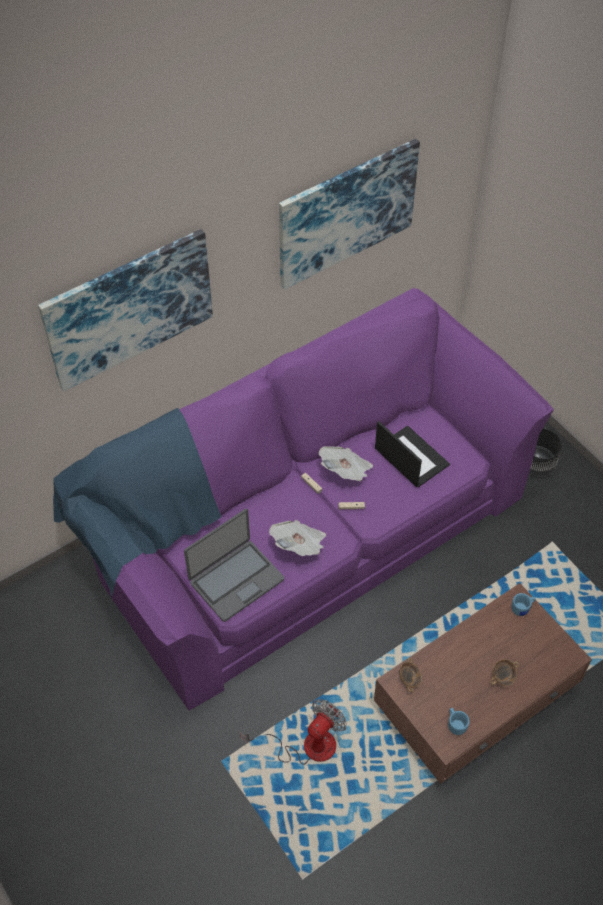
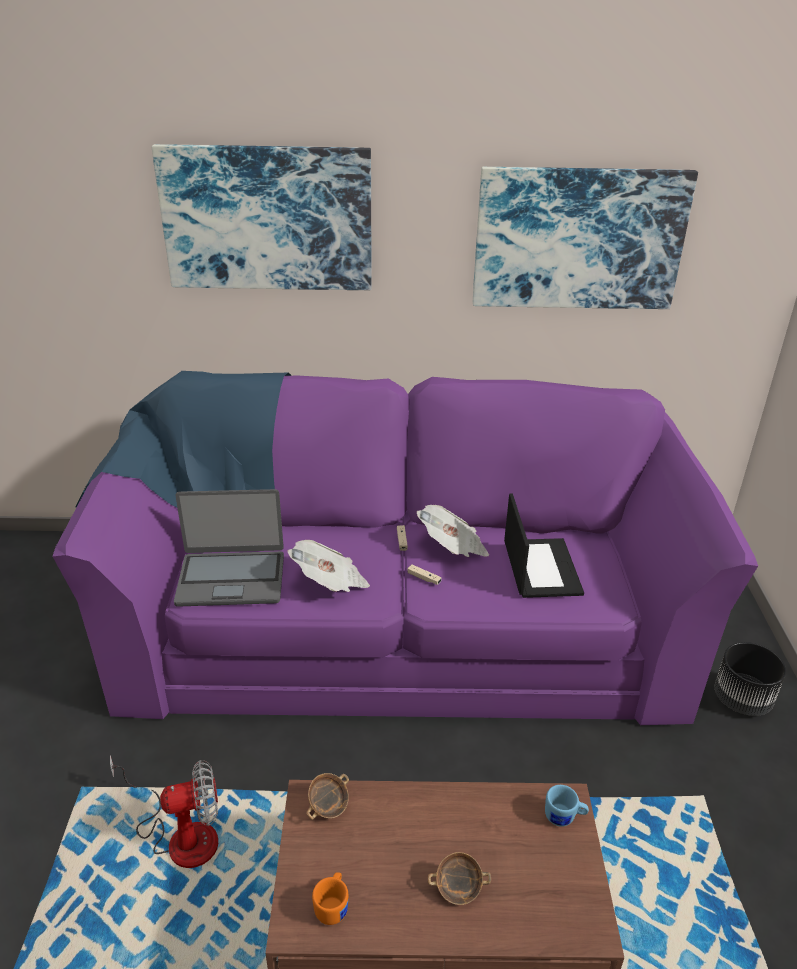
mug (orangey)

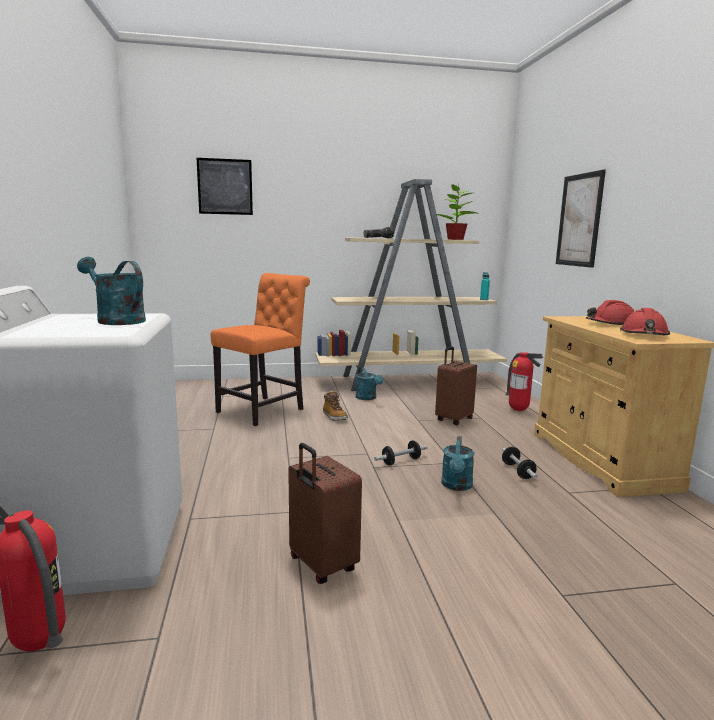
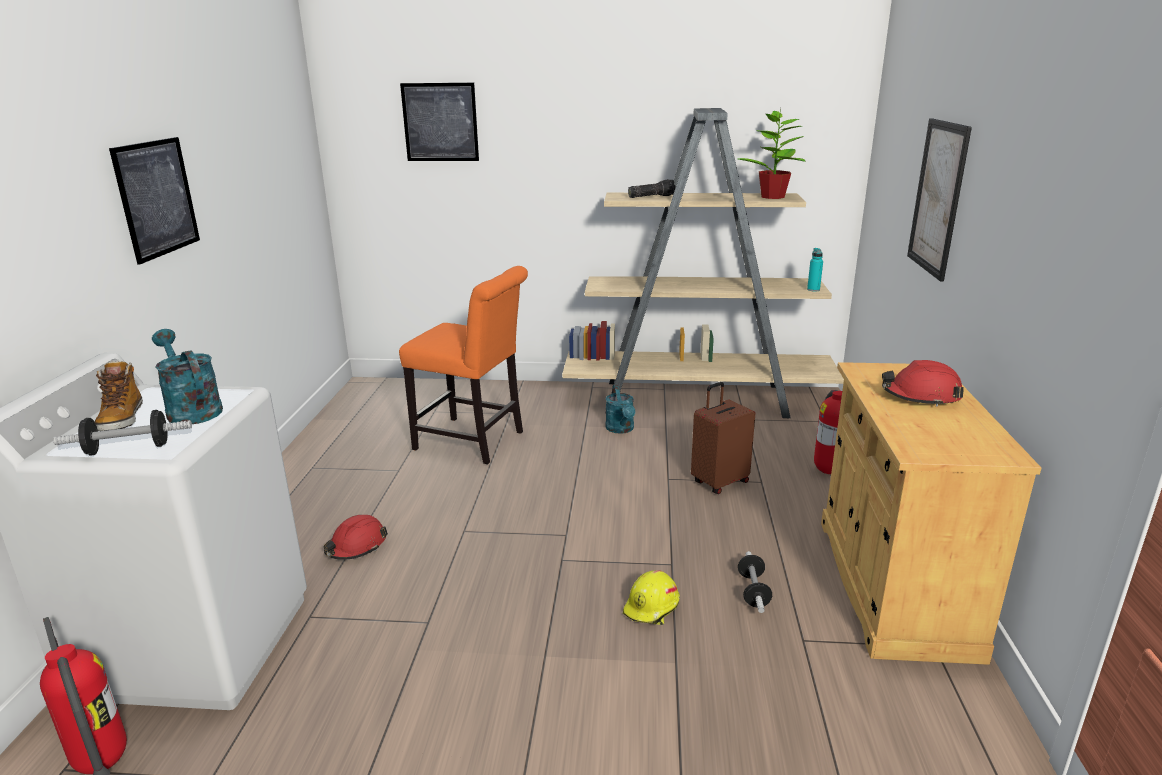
plain chair (orangey)
travel case (brown-coloured) (no. 1 from left in the first image)
tall boot
free weight (no. 1 from left)
safety helmet (yellow-coloured)
safety helmet (reddish) (no. 1 from left)
wall art (no. 1 from left)

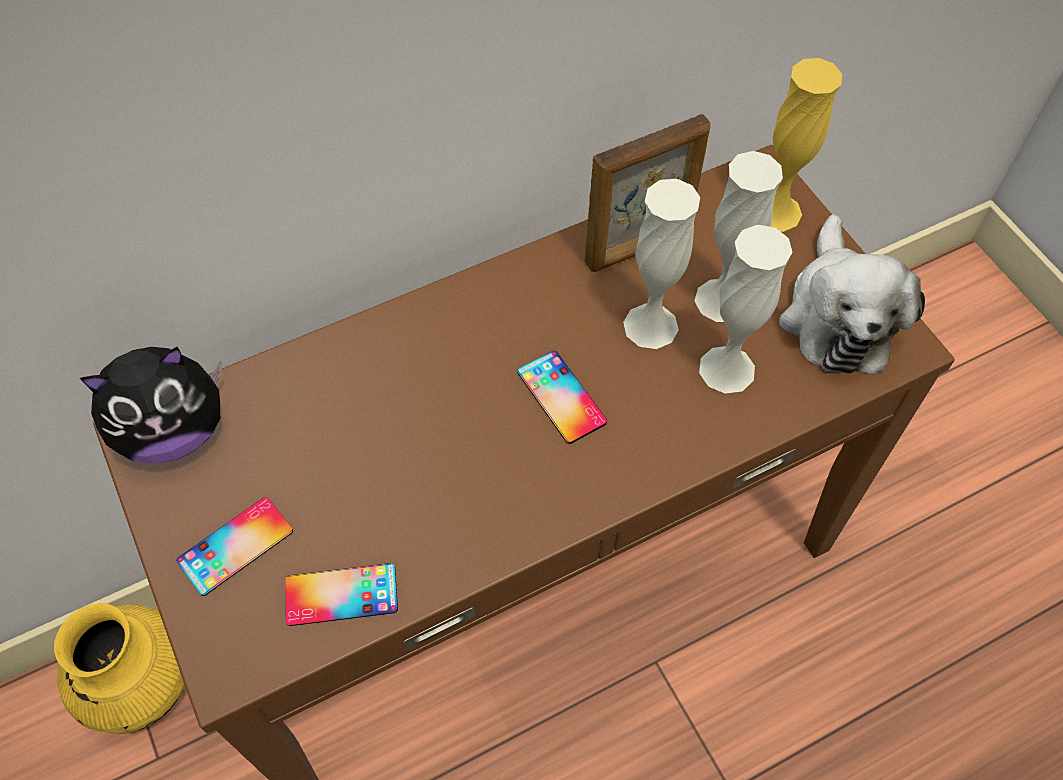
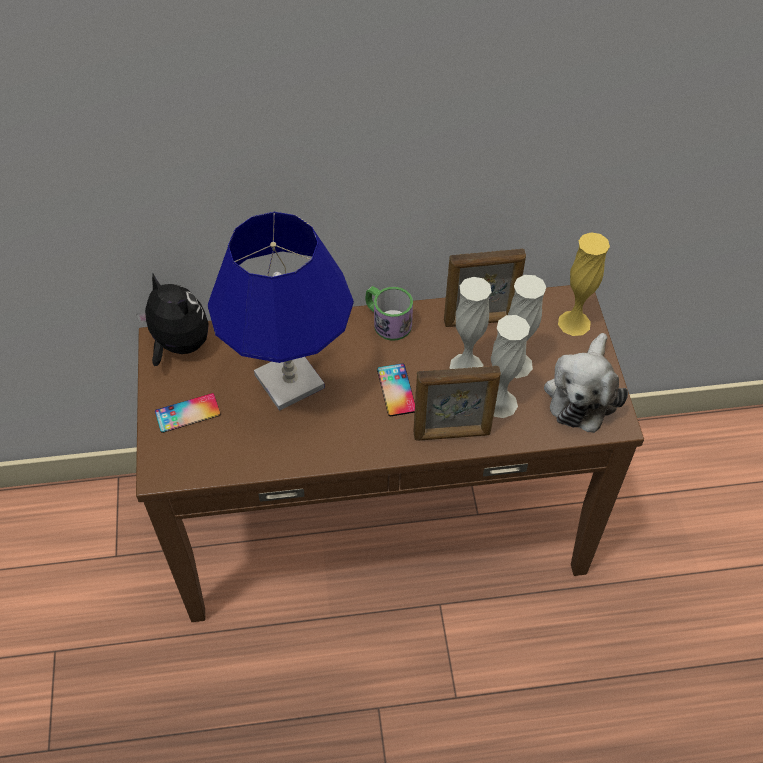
decorative vase (yellow-coloured) (no. 1 from left in the first image)
plush toy (no. 1 from left)
phone (no. 2 from left in the first image)
table lamp (bluish)
mug
photo frame (no. 1 from left)

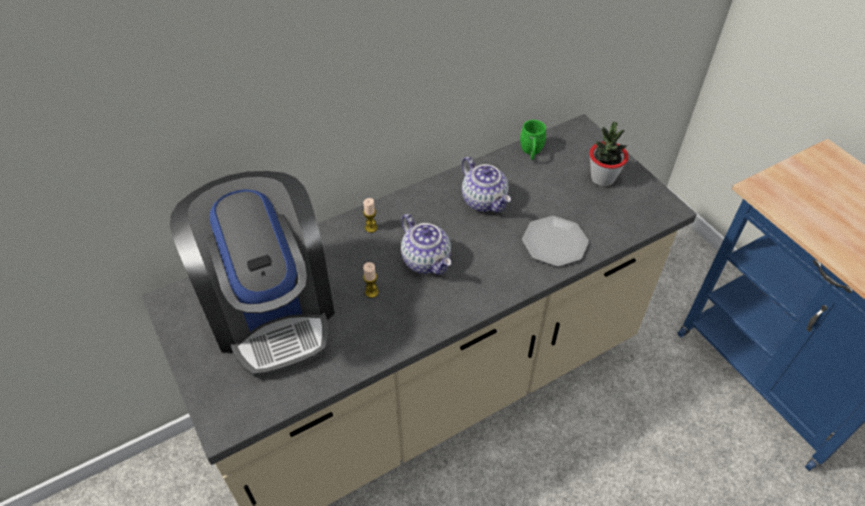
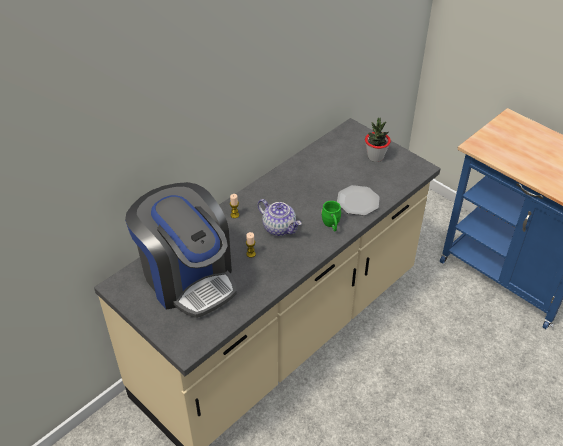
pot for tea (no. 2 from left in the first image)
mug (greenish)

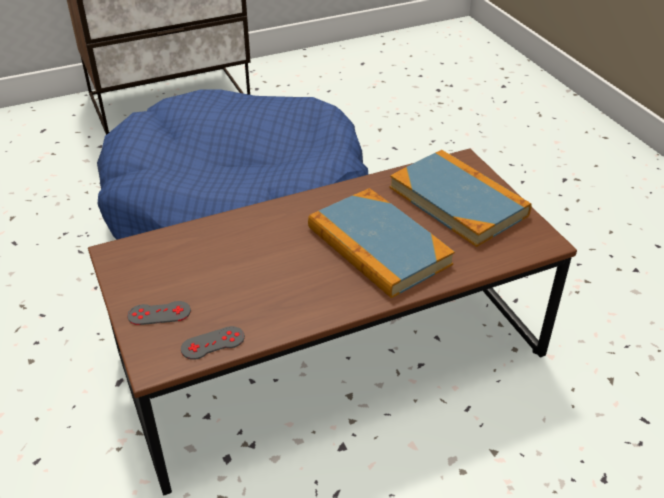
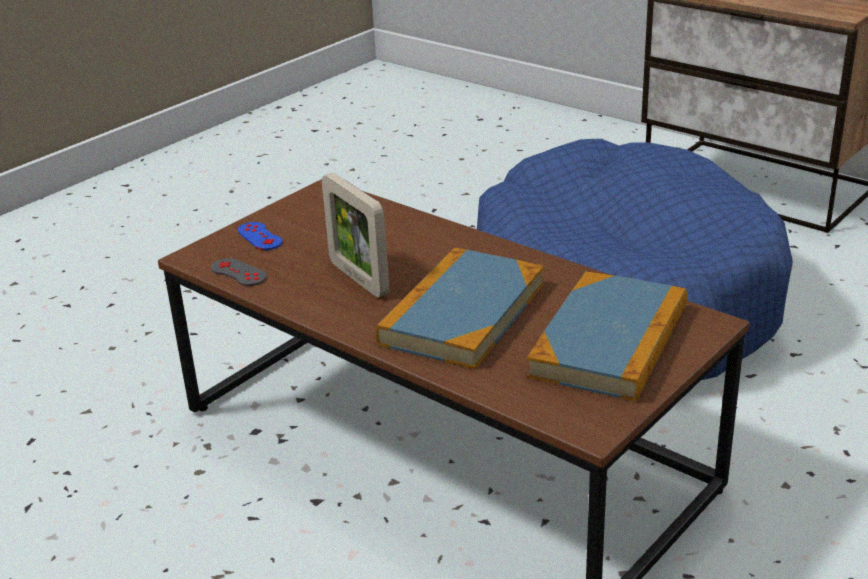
game controller (bluish)
photo frame

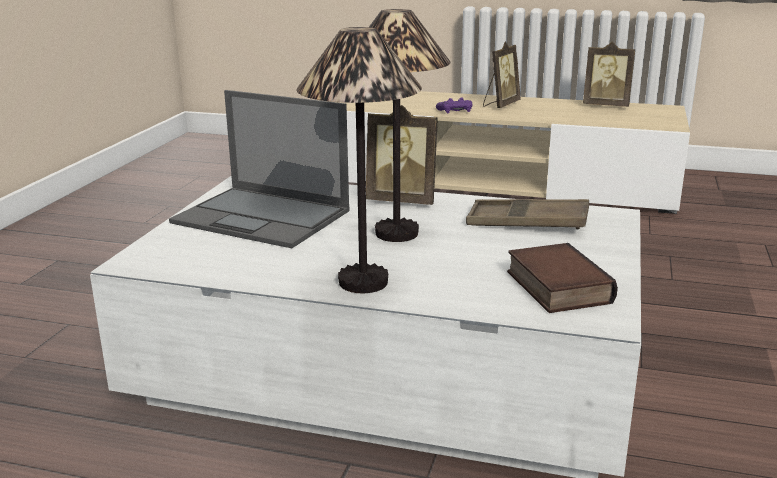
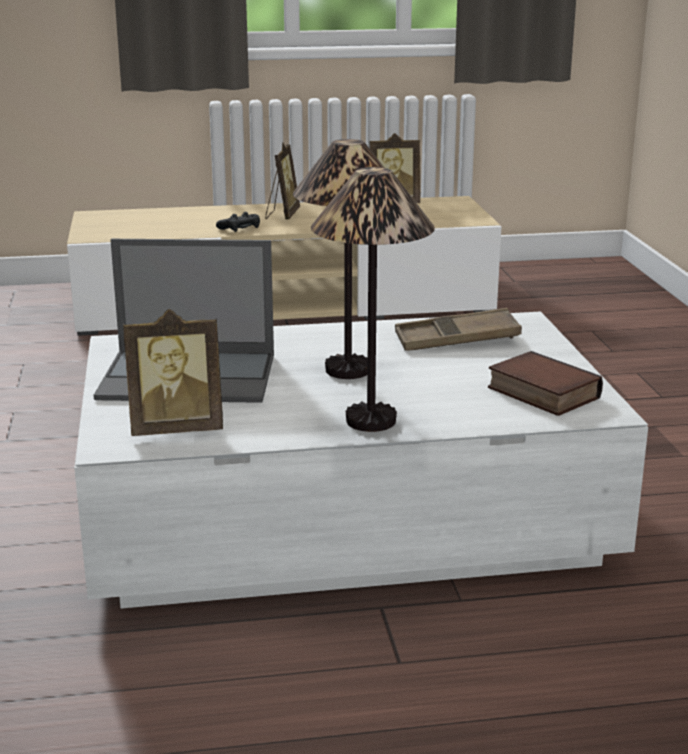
photo frame (no. 1 from left)
game controller (blackish)

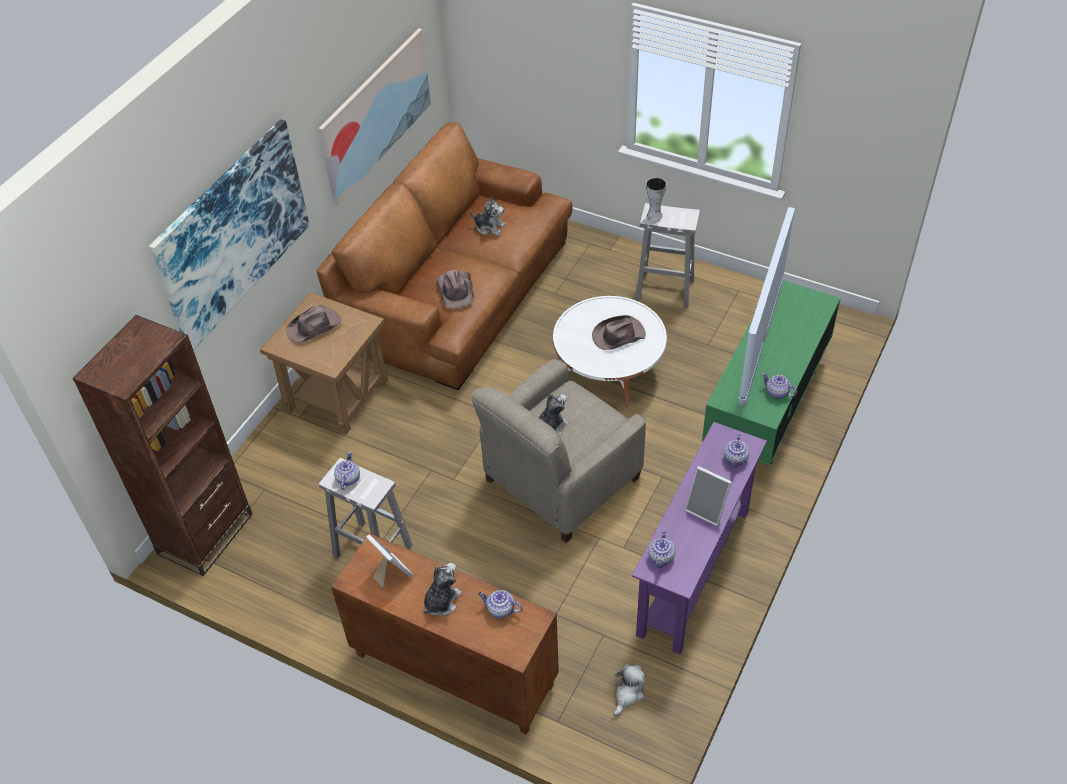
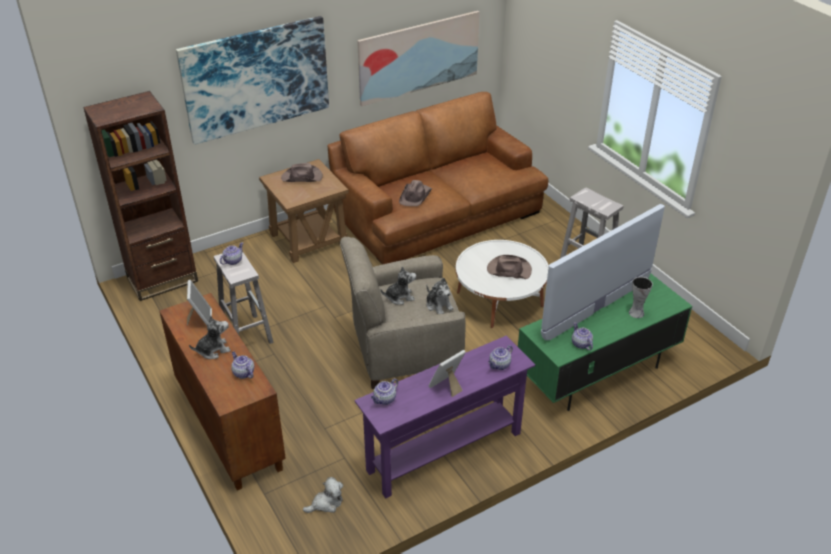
plush toy (no. 4 from left)
decorative vase
photo frame (no. 2 from left)

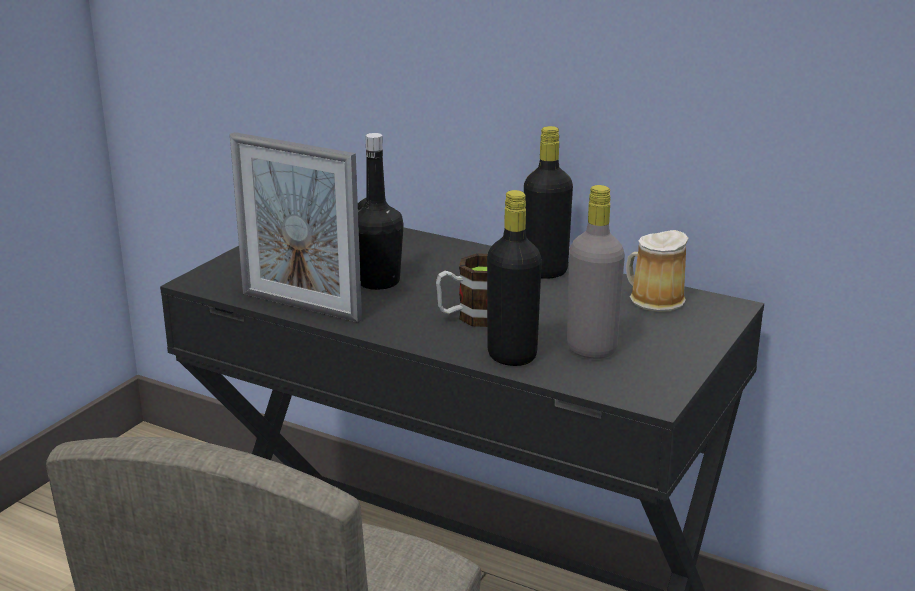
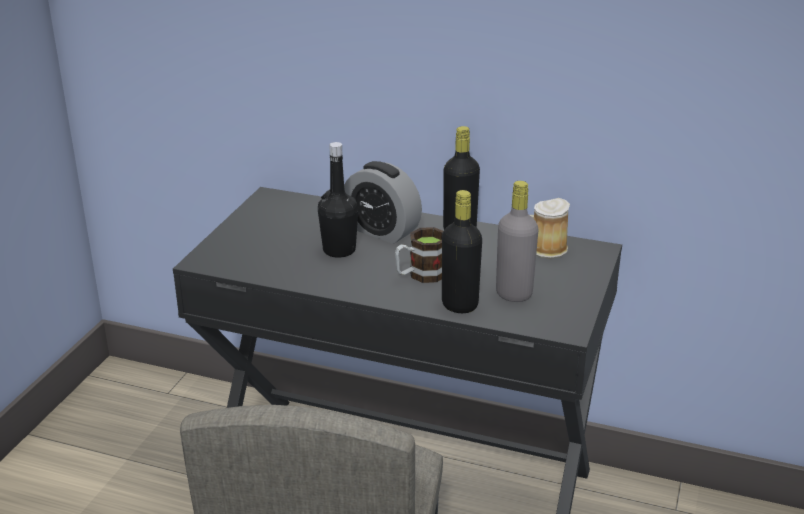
photo frame
alarm clock

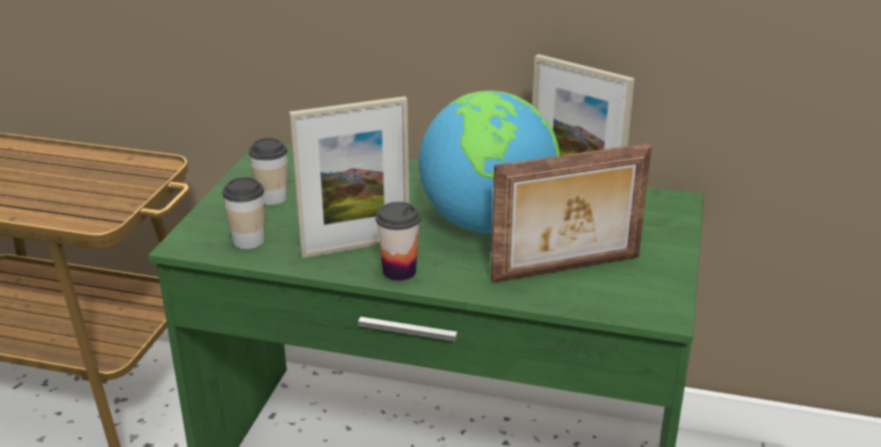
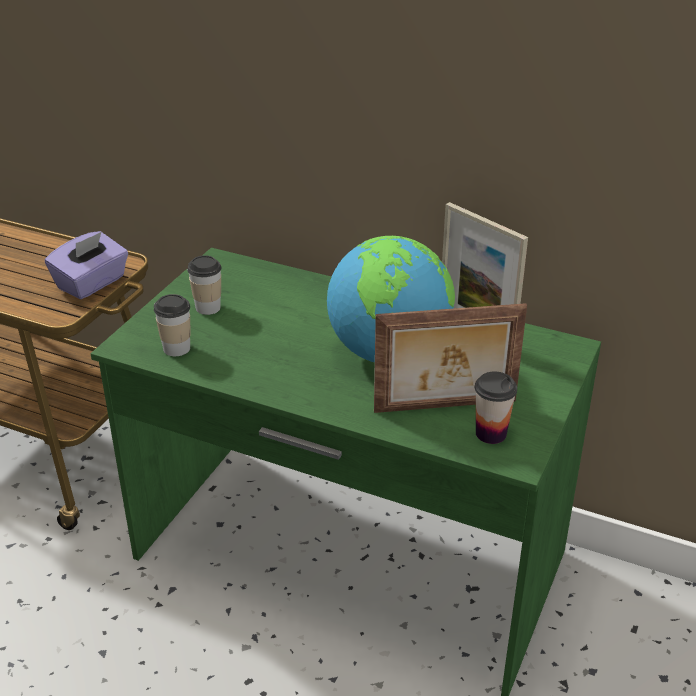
photo frame (no. 1 from left in the first image)
cup (no. 3 from left)
tissue holder (purple)

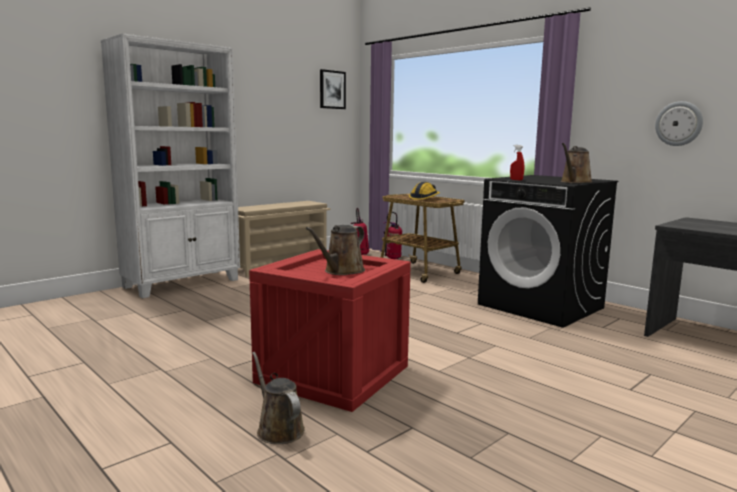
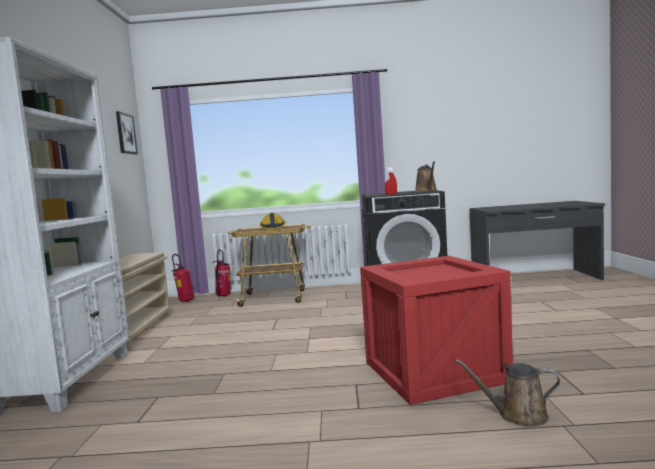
watering pot (brown-coloured) (no. 2 from left in the first image)
hanging clock

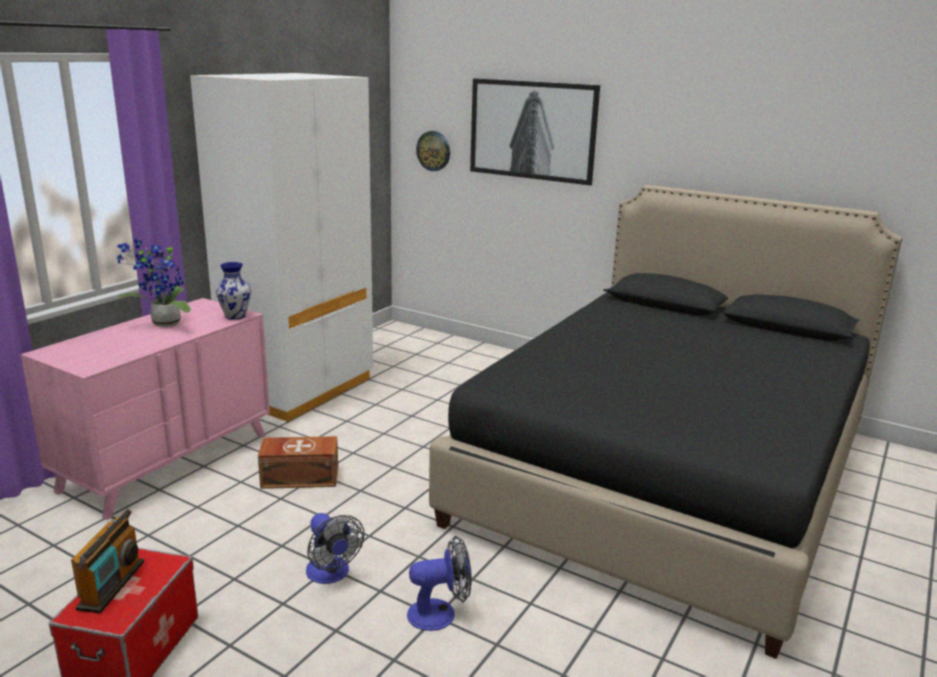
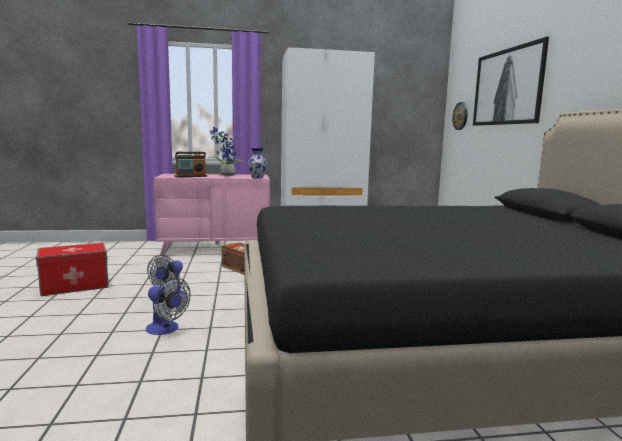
radio set

